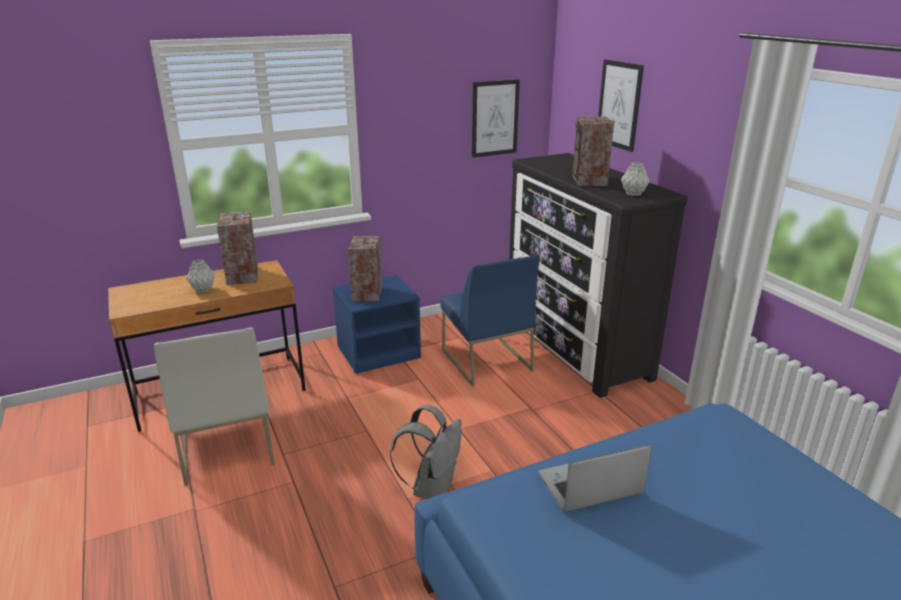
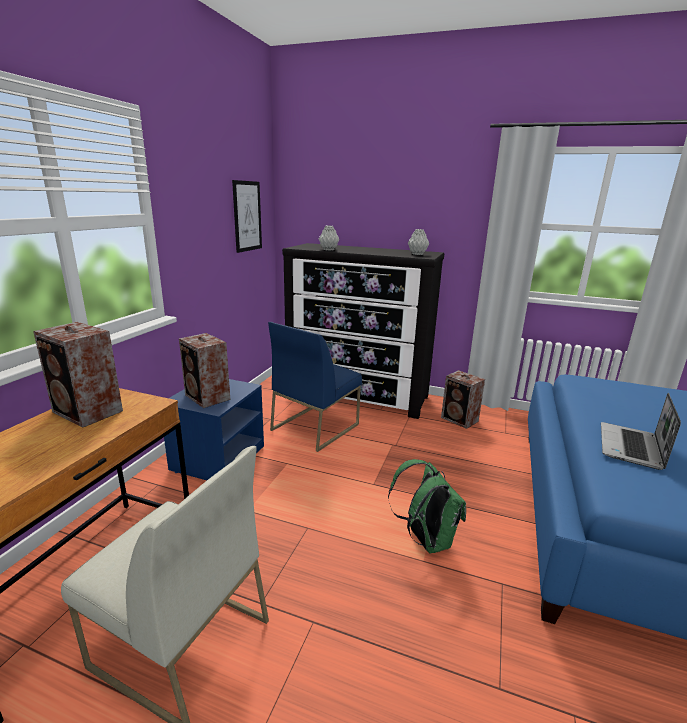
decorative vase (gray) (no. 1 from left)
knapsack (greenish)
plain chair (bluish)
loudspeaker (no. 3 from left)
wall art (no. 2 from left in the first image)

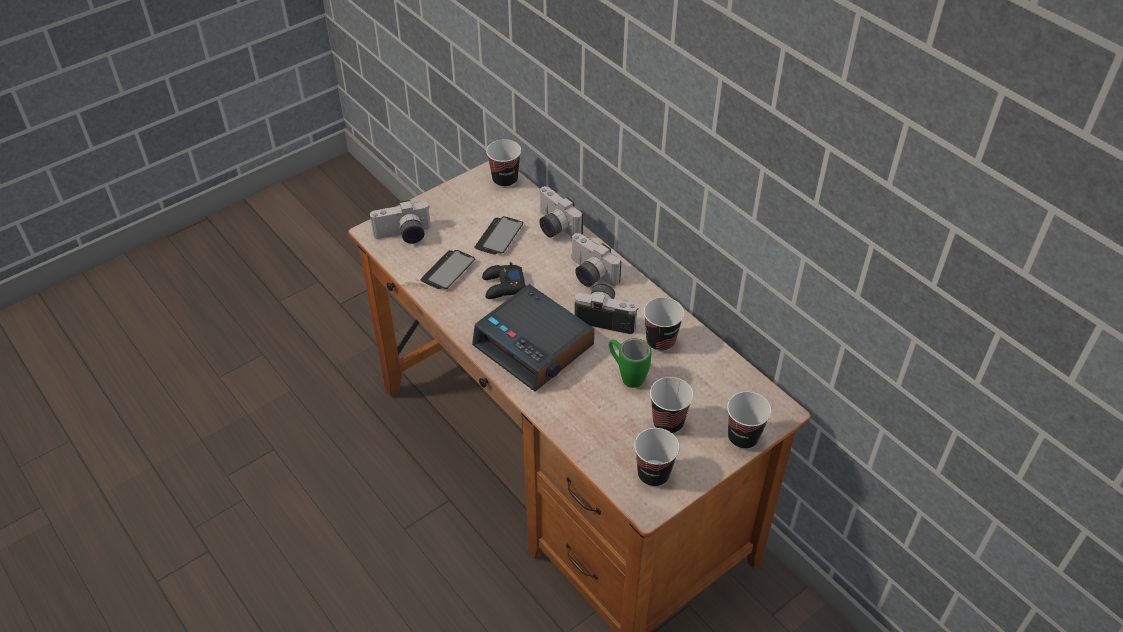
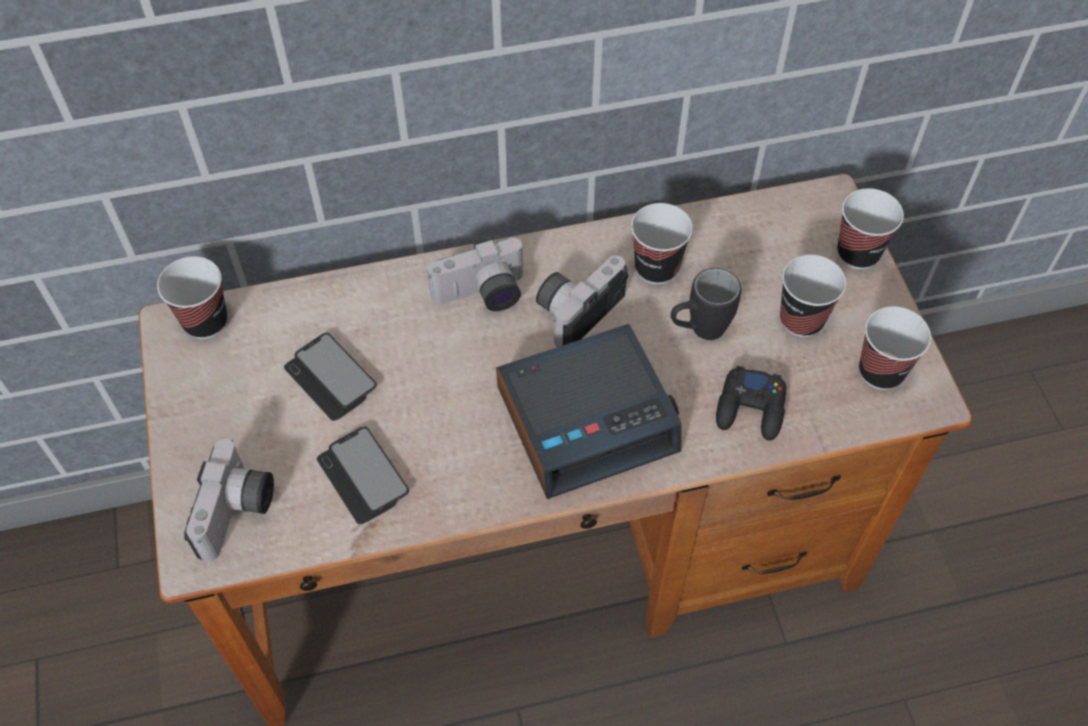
game controller (blackish)
photo camera (no. 2 from left in the first image)
mug (blackish)

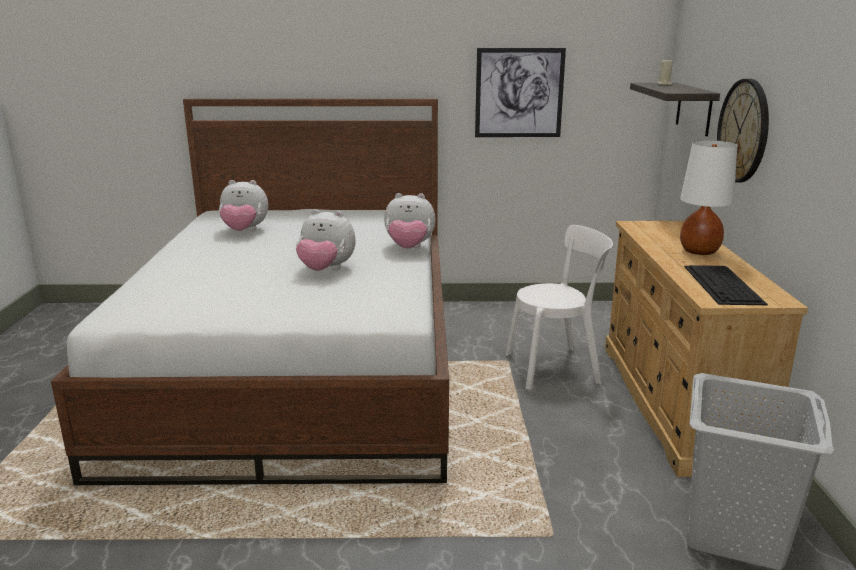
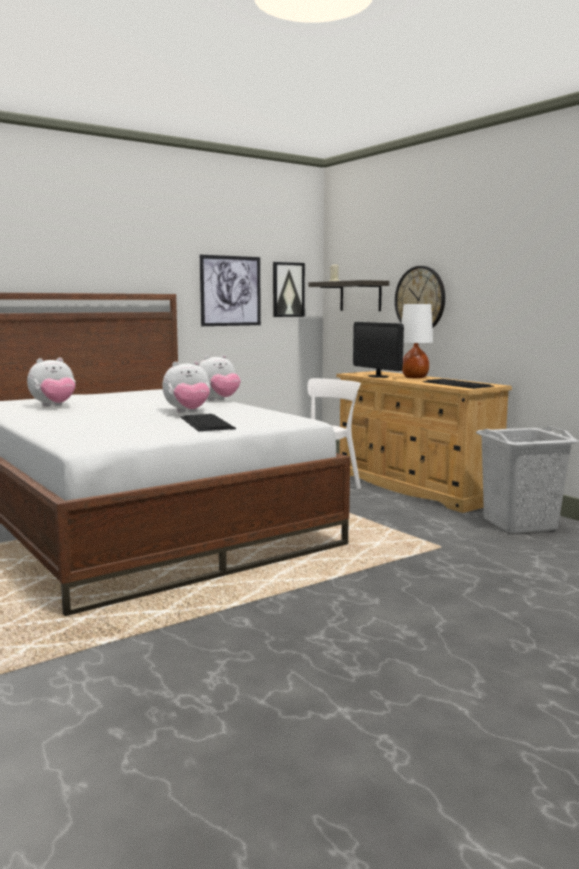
keyboard (no. 1 from left)
wall art (no. 2 from left)
computer screen

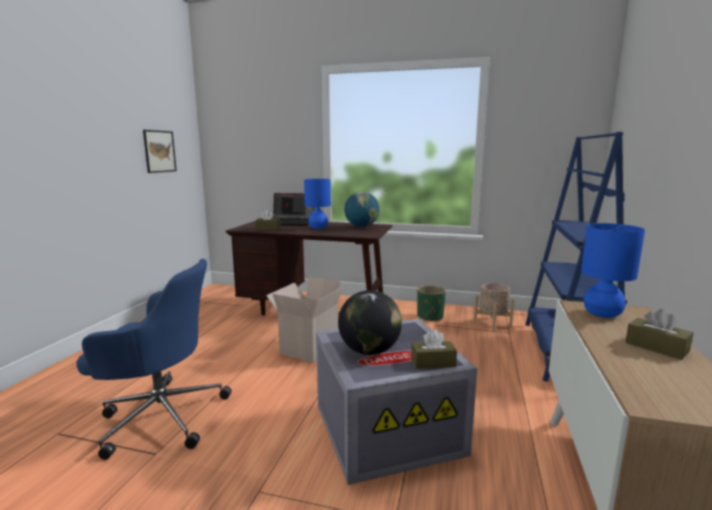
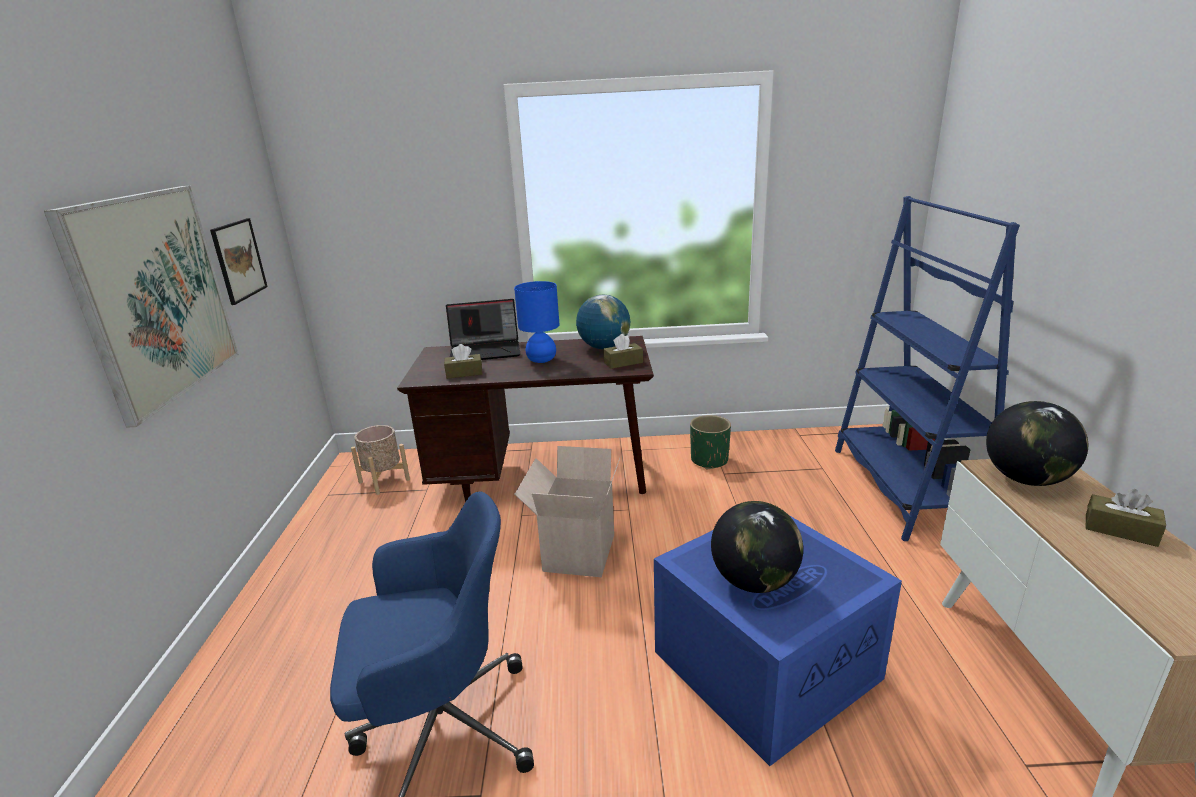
storage box (bluish)
tissue holder (brown-coloured) (no. 2 from left)
planter (beige-coloured)
desk globe (no. 3 from left)
wall art (no. 1 from left)

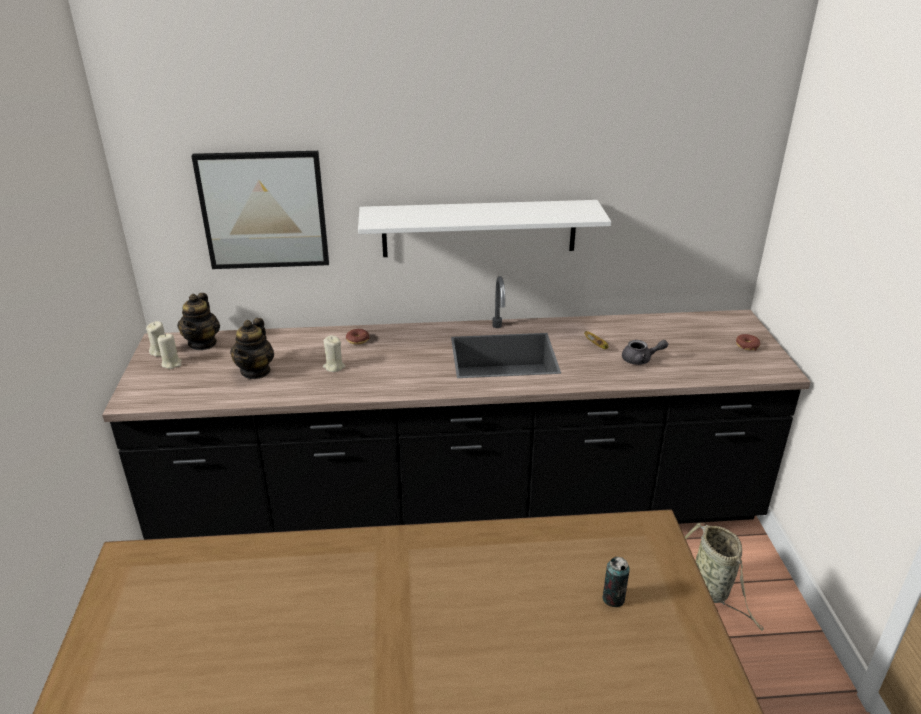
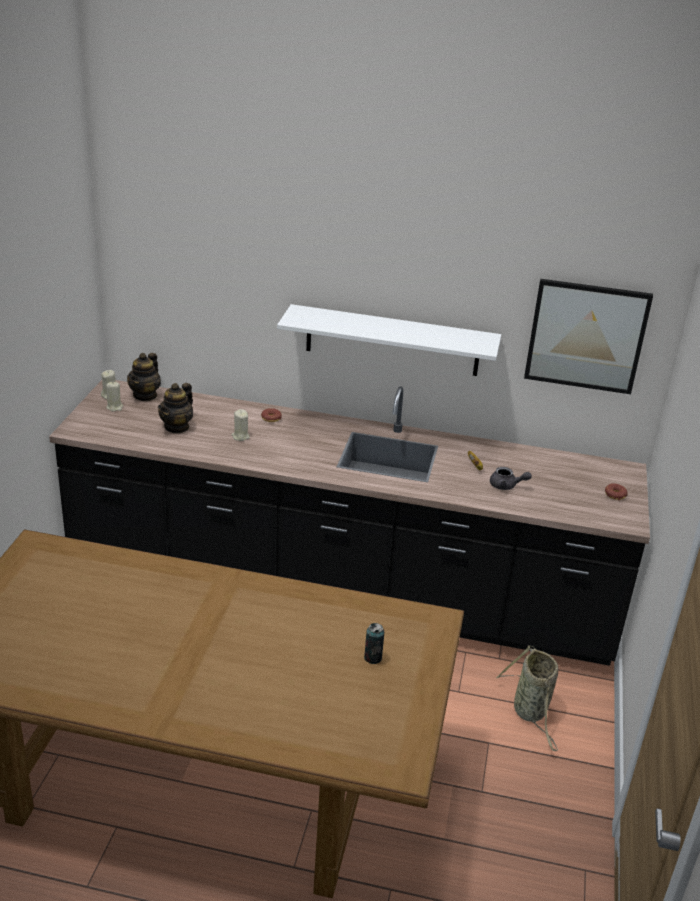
wall art

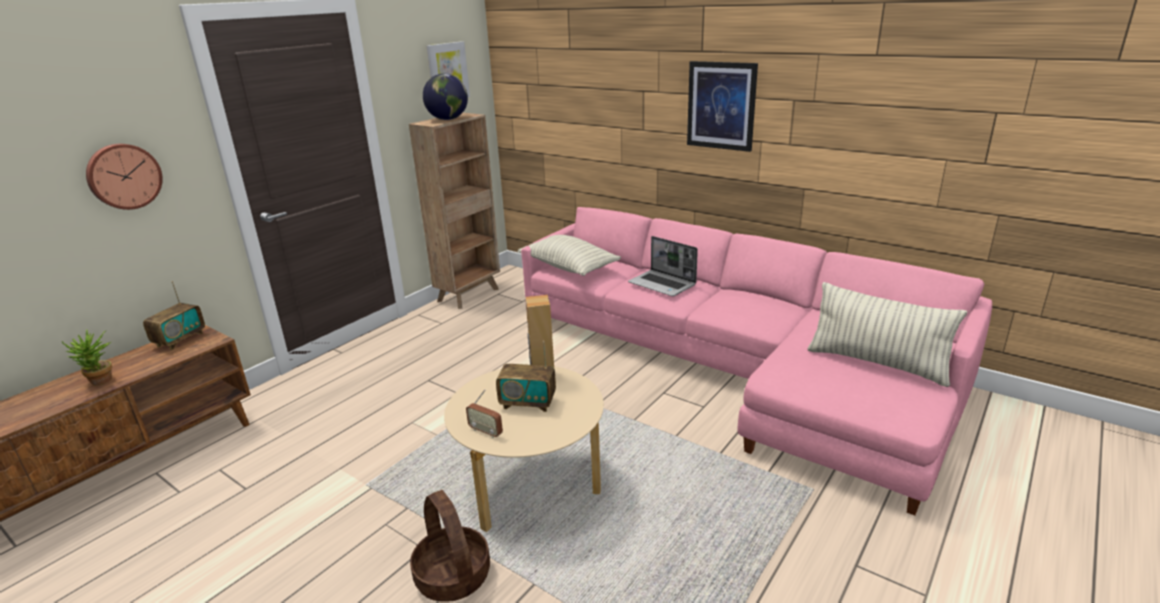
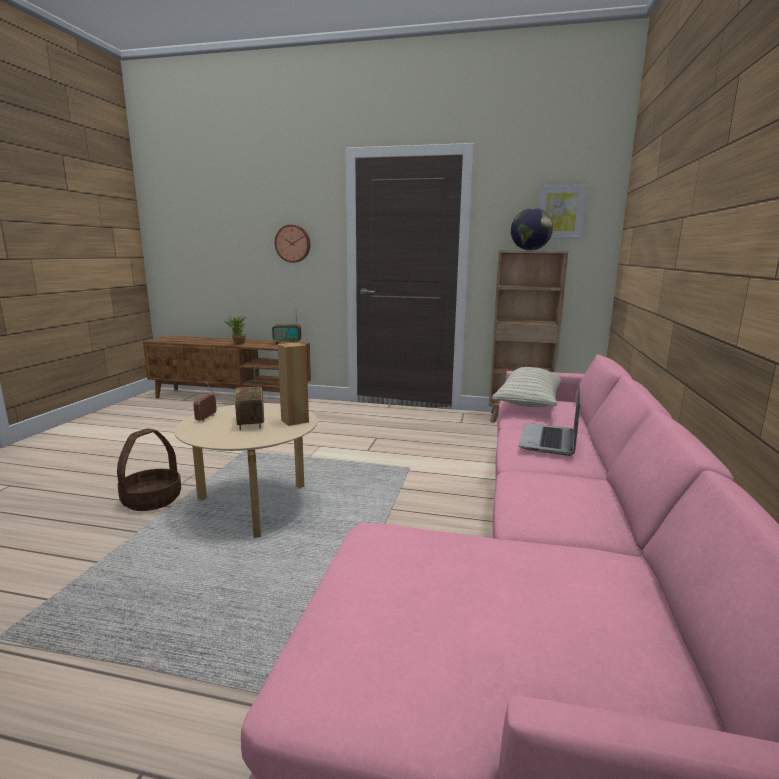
wall art (no. 2 from left in the first image)
cushion (no. 2 from left in the first image)

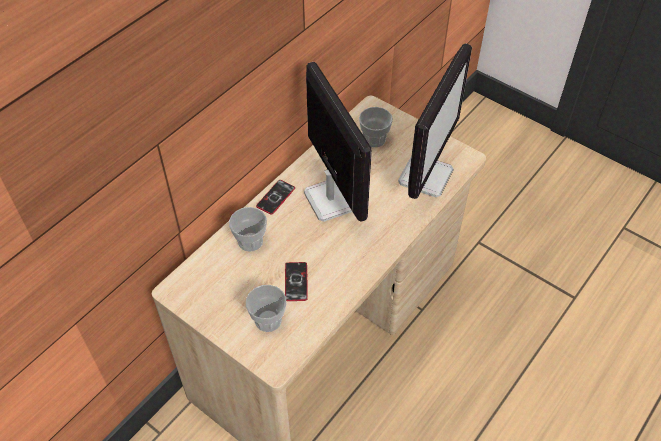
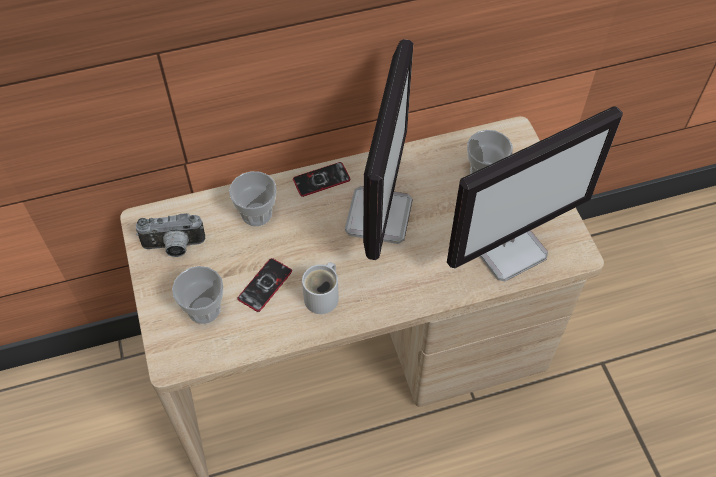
photo camera
mug (whitish)

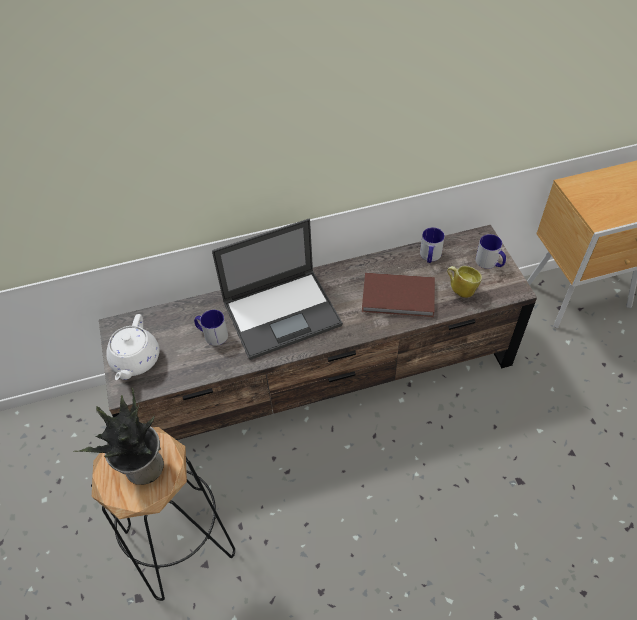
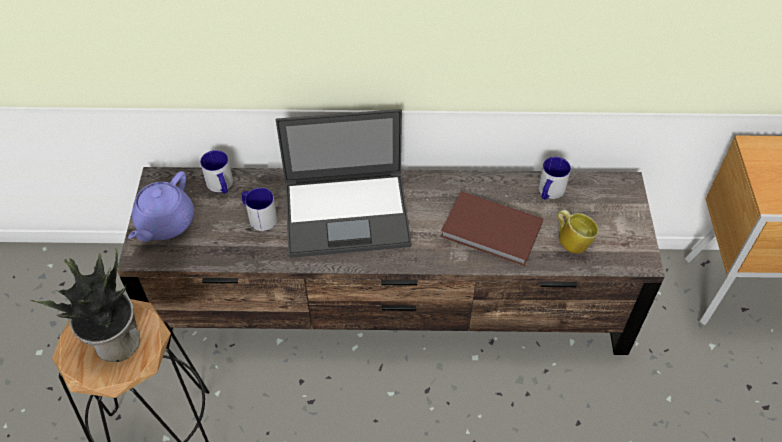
pot for tea (purple)
mug (no. 1 from left)

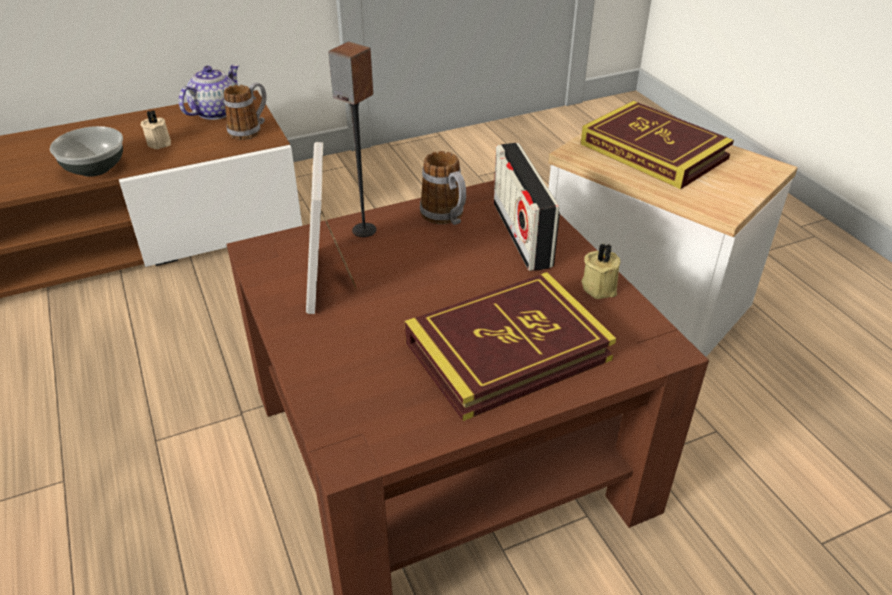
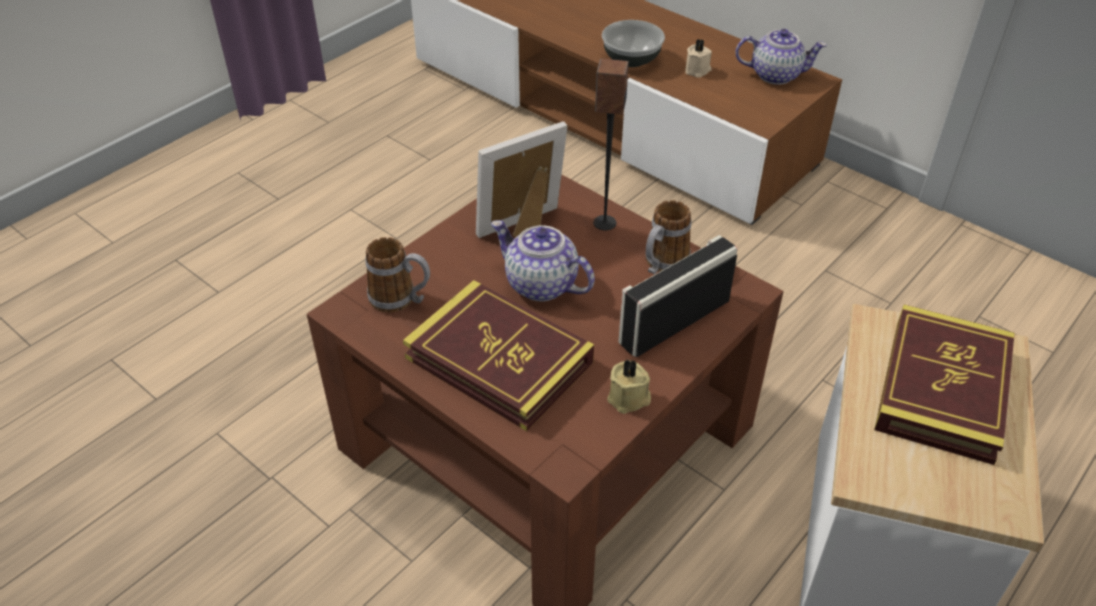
mug (no. 1 from left)
pot for tea (no. 1 from left)

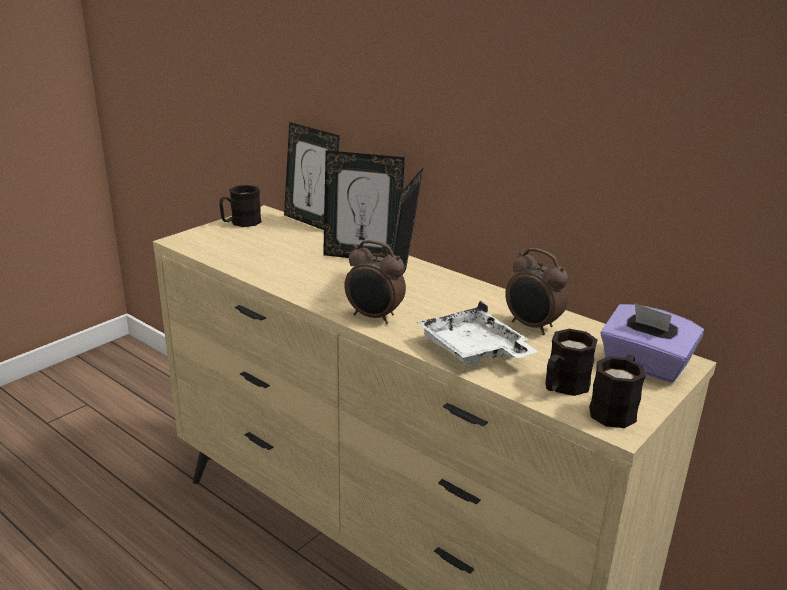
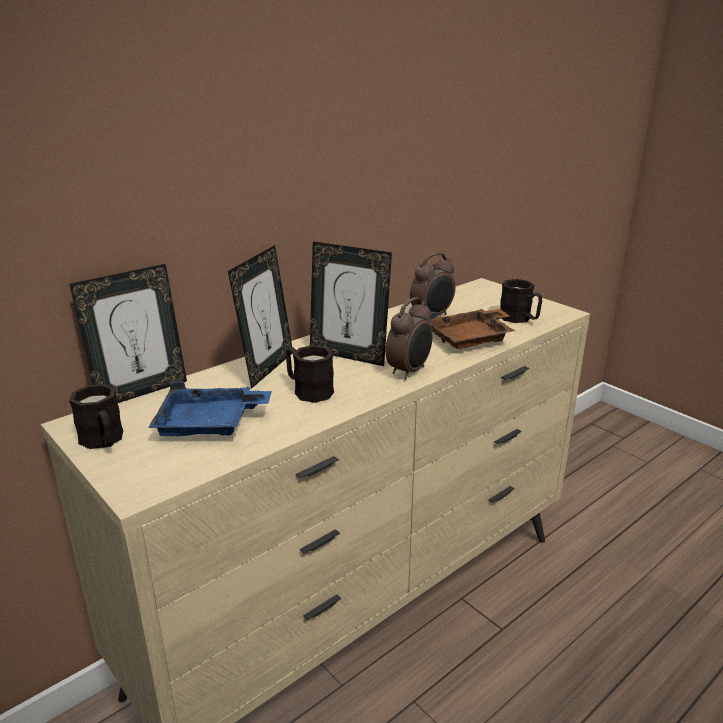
tray (brown-coloured)
mug (blackish) (no. 2 from left)
tissue holder (purple)
tray (bluish)

